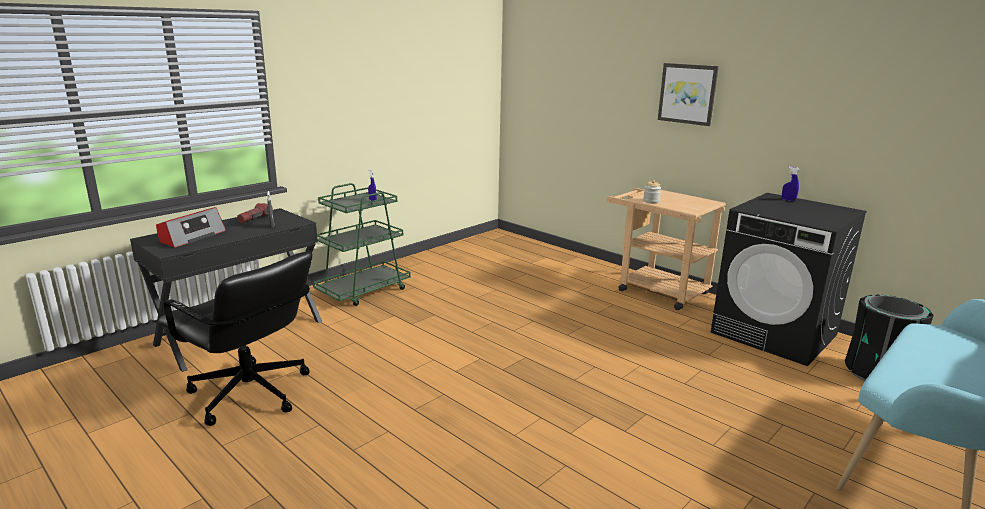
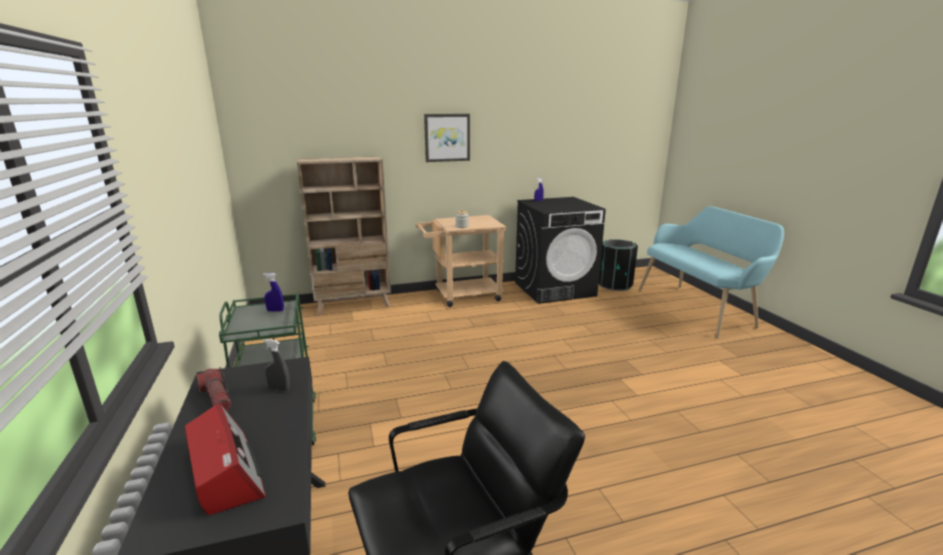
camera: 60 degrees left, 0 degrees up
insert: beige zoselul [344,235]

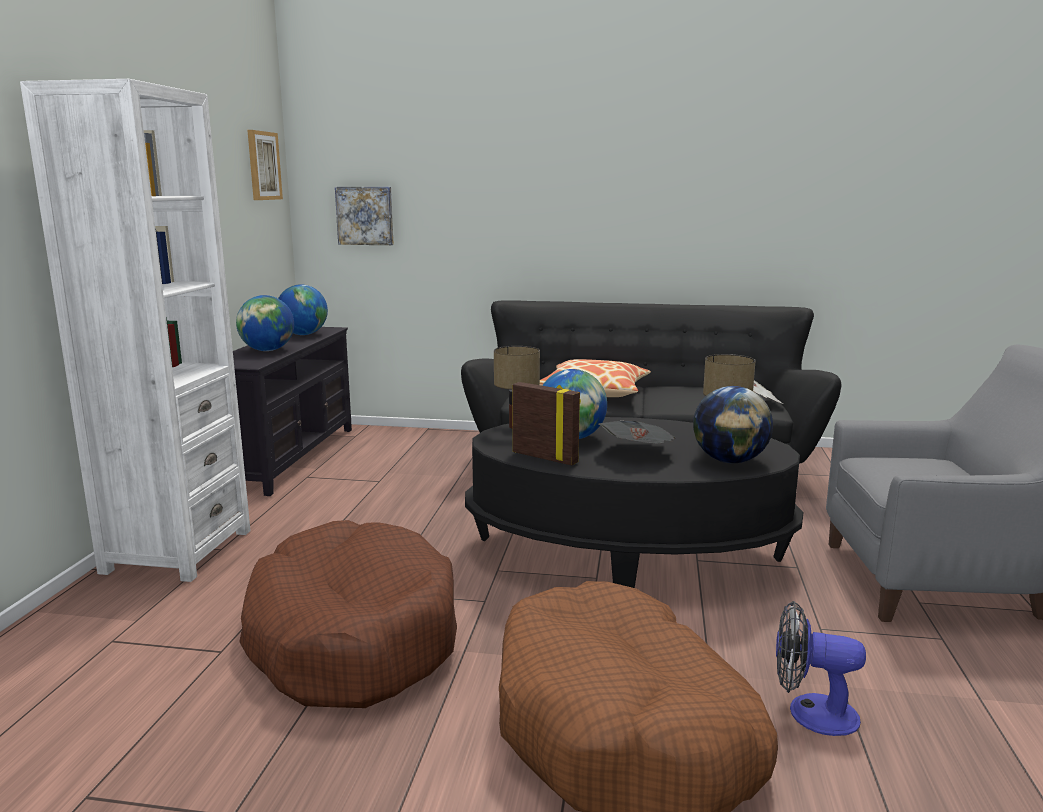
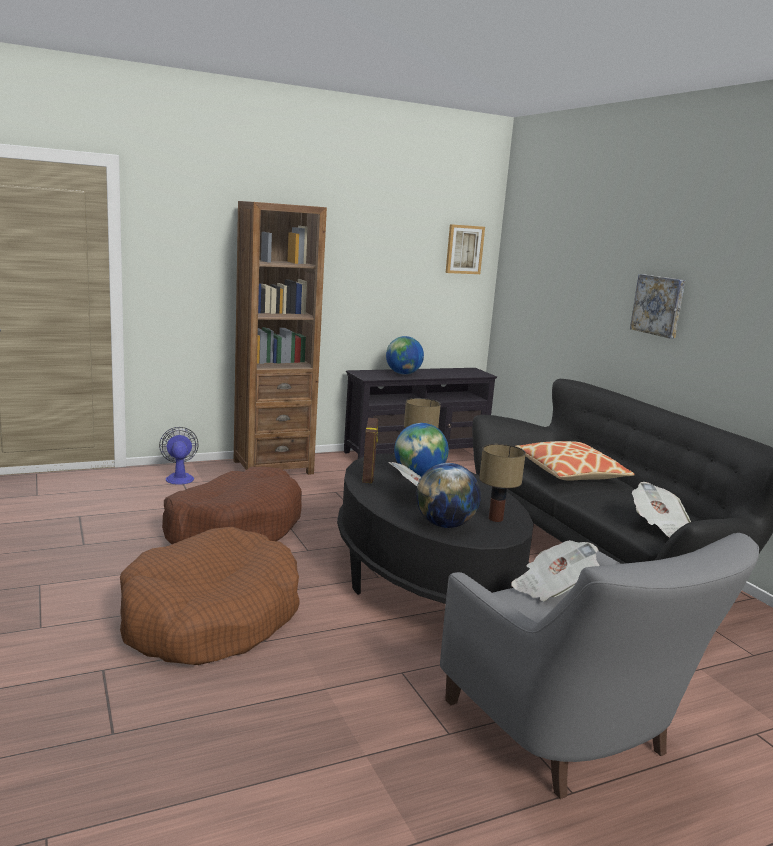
camera: 55 degrees right, 0 degrees up
delete: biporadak [303,309]
insert: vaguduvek [555,570]
move: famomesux [821,668] to [179,456]; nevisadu [364,216] to [657,306]
recolor: white zoselul [135,330] to brown zoselul [280,338]

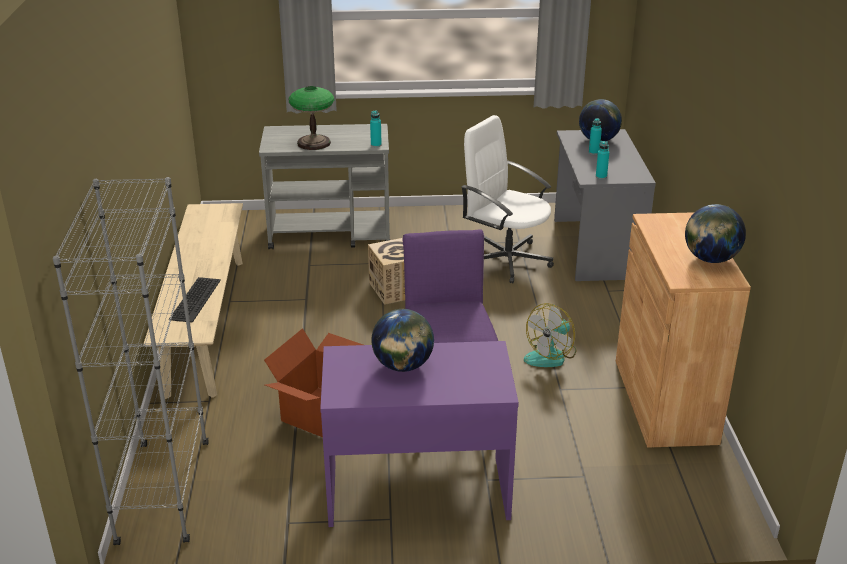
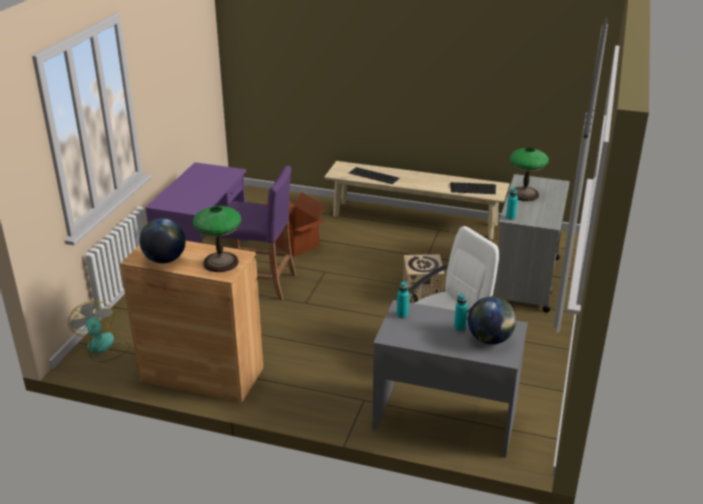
camera: 110 degrees right, 0 degrees up
delete: grey zoselul [131,361]; biporadak [402,340]
insert: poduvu [217,239]; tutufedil [473,188]
move: famomesux [550,335] to [99,332]

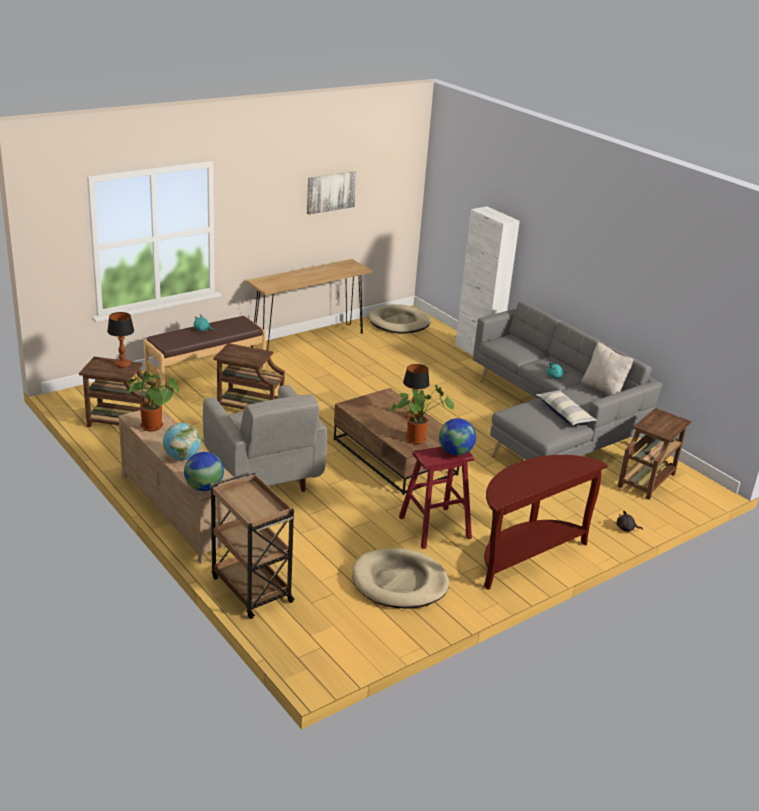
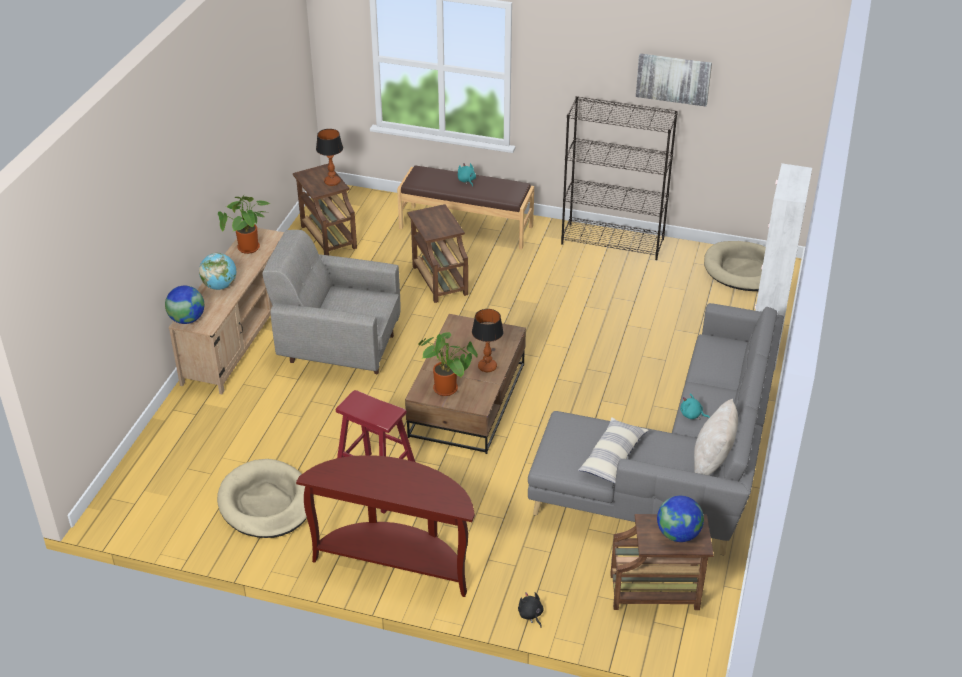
camera: 55 degrees right, 10 degrees up
delete: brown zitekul [252,546]
move: biporadak [457,437] to [680,519]
replace: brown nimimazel [309,305] to black zoselul [619,178]
rotate: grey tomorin [265,438] = [331,302] 75 degrees clockwise

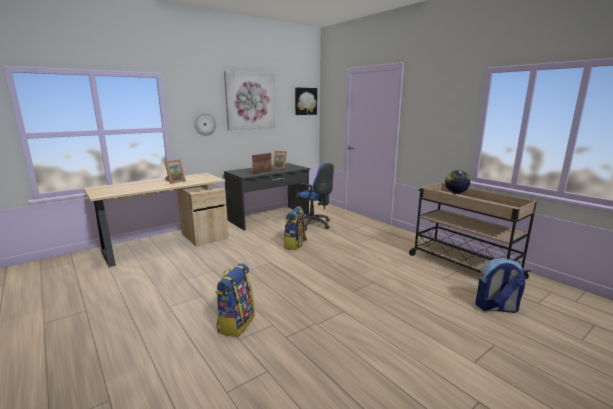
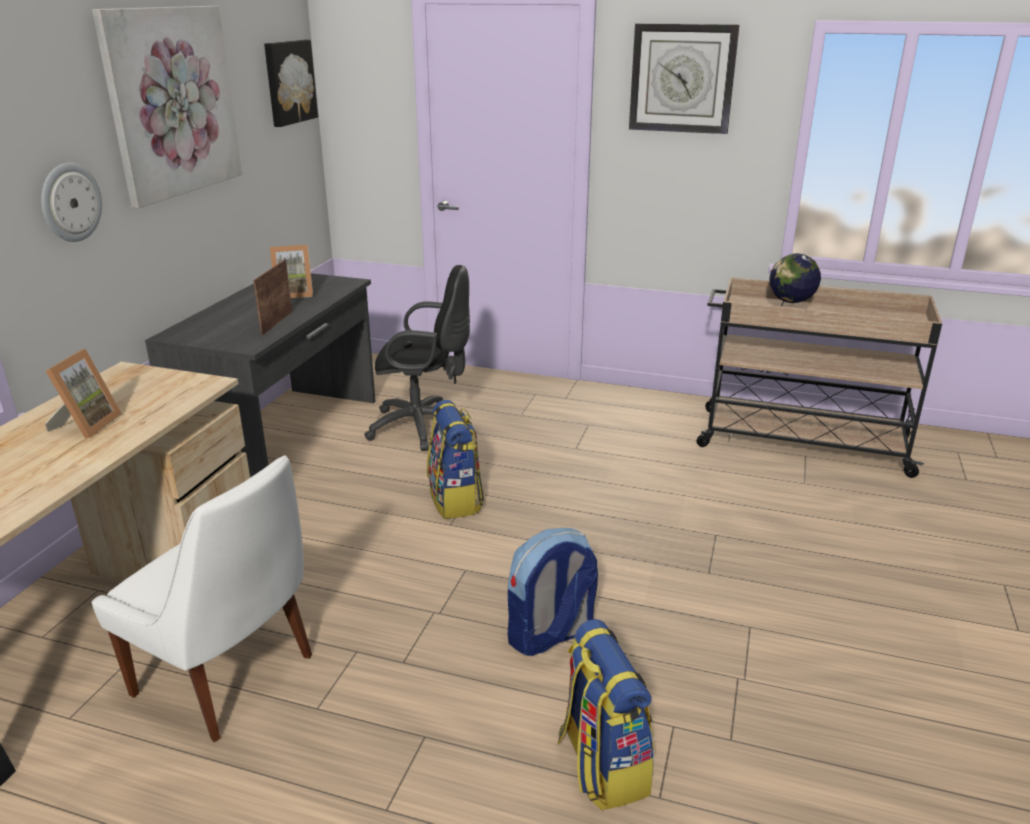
camera: 35 degrees left, 10 degrees up
insert: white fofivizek [202,598]; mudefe [684,78]
move: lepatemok [500,285] to [553,592]
recolor: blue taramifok [315,197] to black taramifok [418,358]

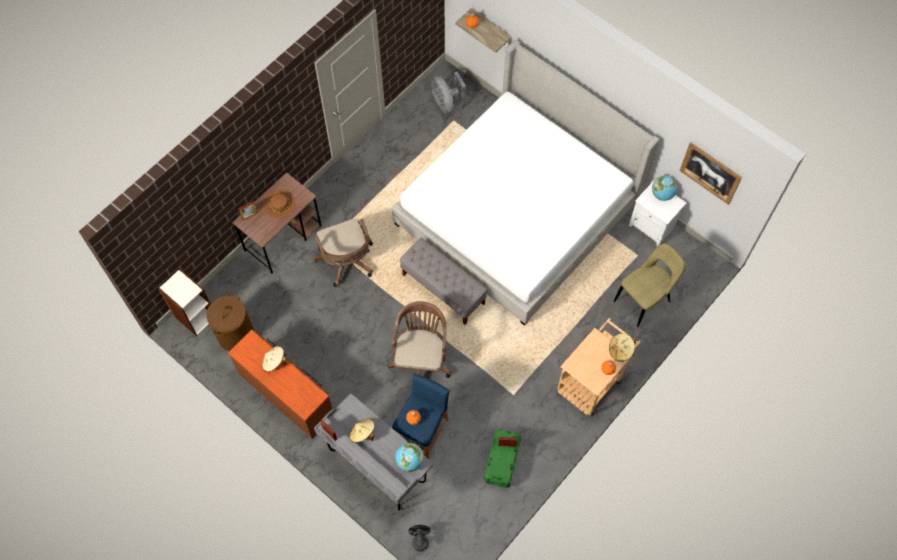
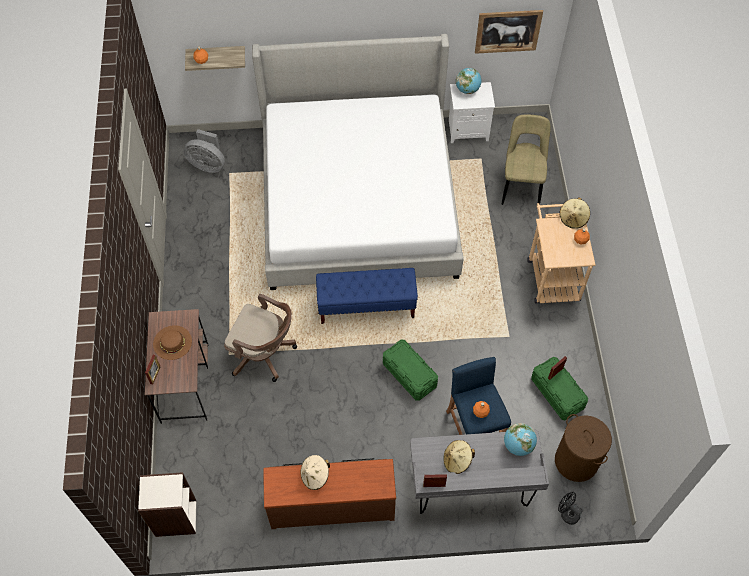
camera: 45 degrees left, 5 degrees down
move: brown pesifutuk [230,322] to [583,448]
replace: brown taramifok [419,339] to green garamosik [410,370]
recolor: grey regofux [443,281] to blue regofux [367,296]

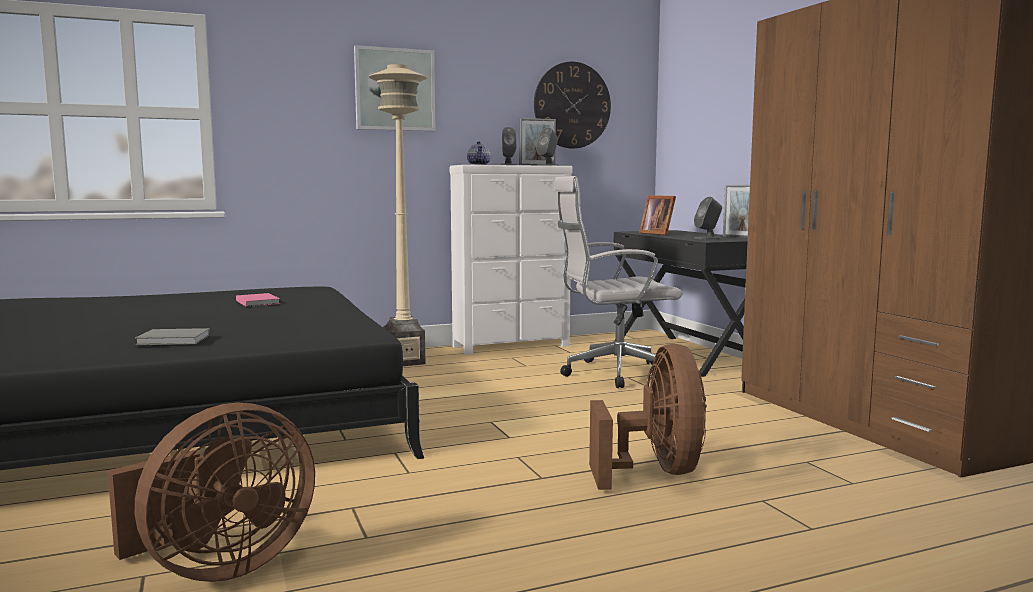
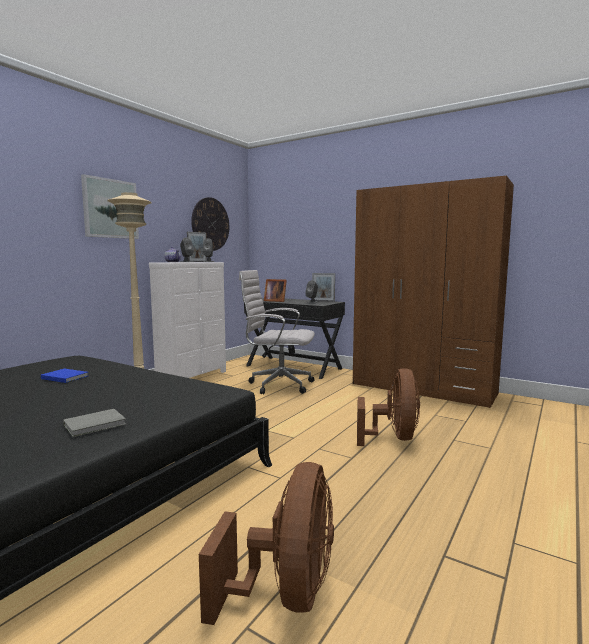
camera: 35 degrees left, 0 degrees up
recolor: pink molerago [258,300] to blue molerago [64,376]
rotate: white taramifok [618,282] = [277,332] 60 degrees clockwise; brown famomesux [648,417] = [388,407] 45 degrees clockwise

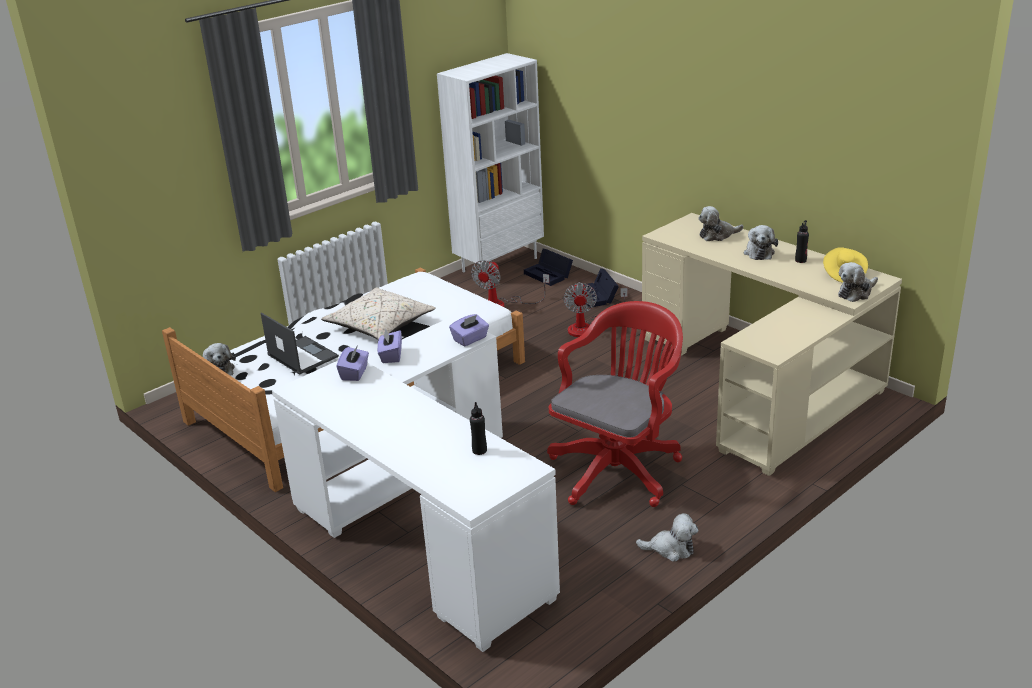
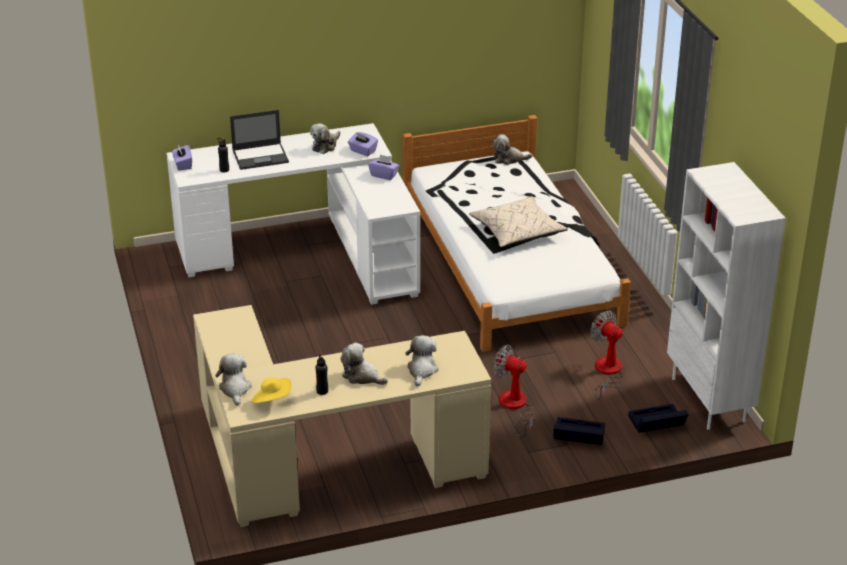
camera: 115 degrees right, 5 degrees up
delete: red taramifok [615,404]
move: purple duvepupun [469,330] to [182,157]; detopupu [300,344] to [259,140]; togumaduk [667,537] to [325,138]

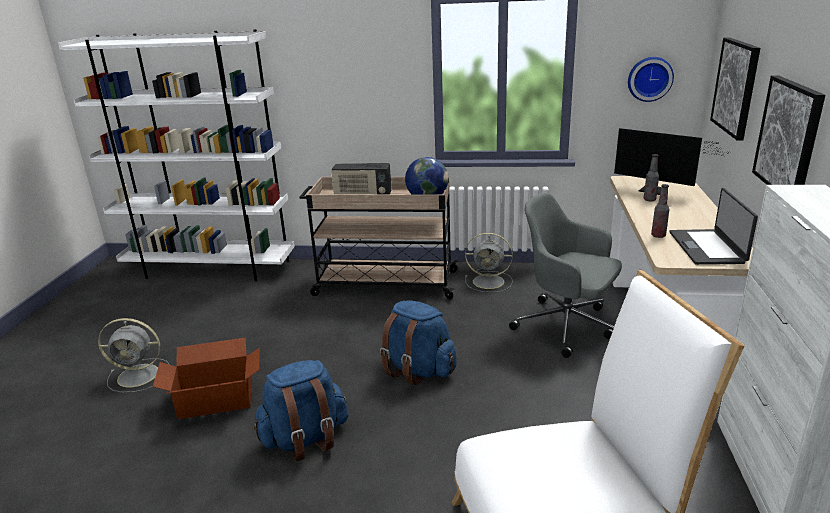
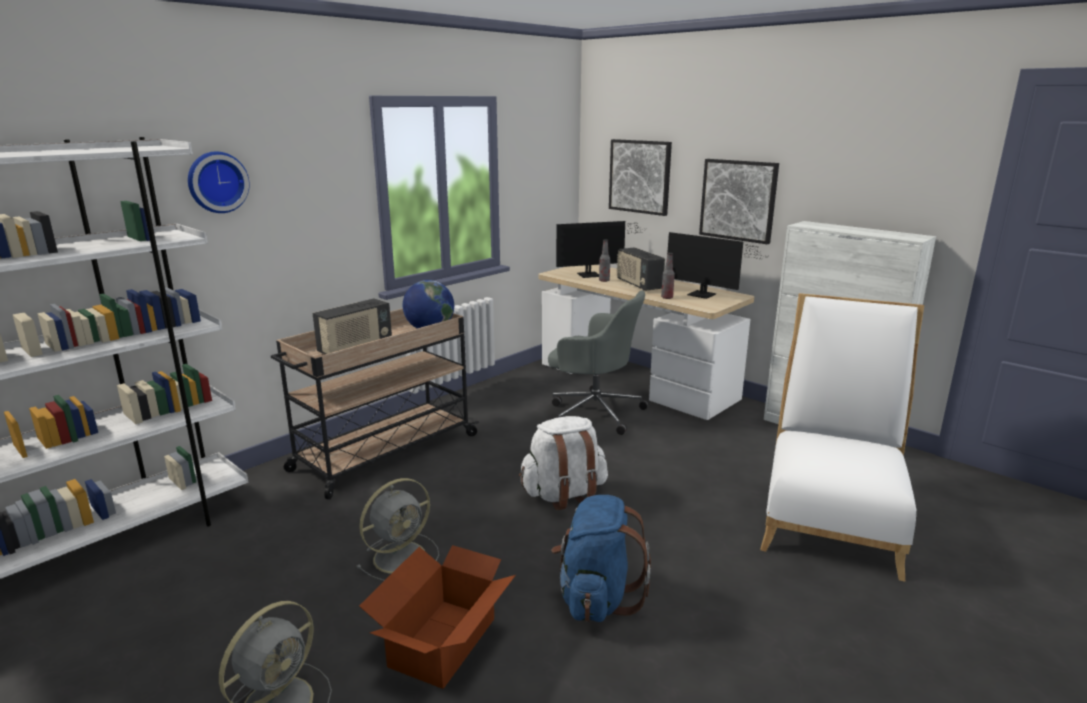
camera: 55 degrees left, 5 degrees down
insert: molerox [641,269]
move: mudefe [651,79] to [218,182]; grey famomesux [489,262] to [398,529]
replace: detopupu [714,226] to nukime [718,265]
recolor: blue lepatemok [418,342] to white lepatemok [563,463]
rotate: grey taramifok [565,275] = [598,362] 135 degrees counterclockwise

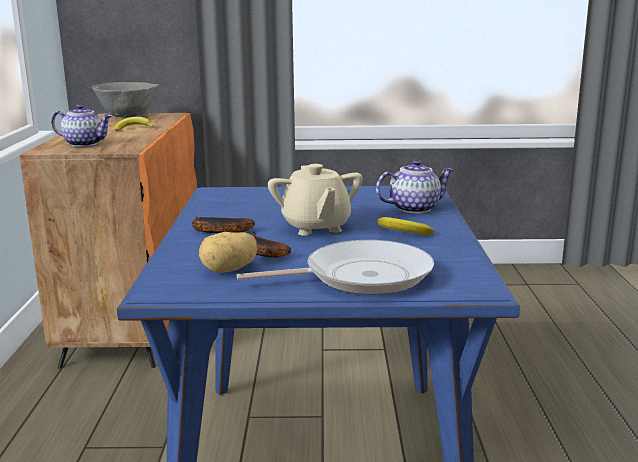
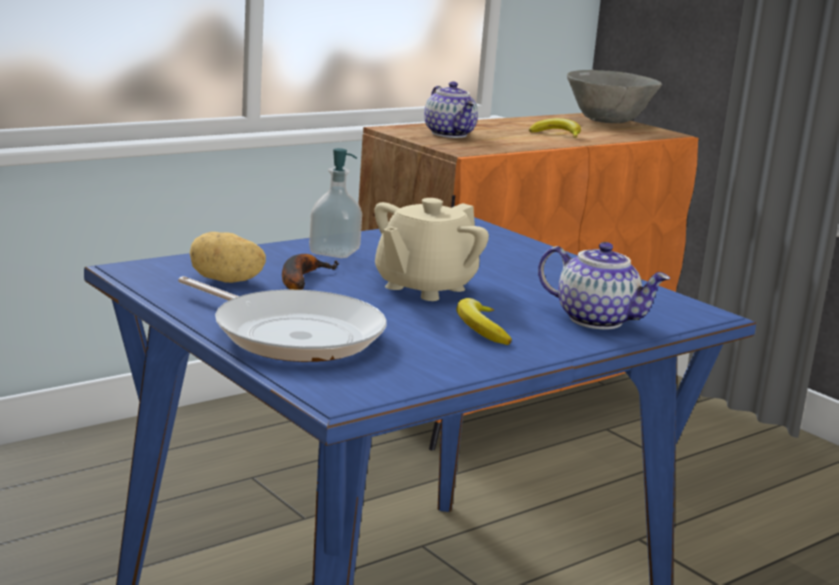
camera: 50 degrees right, 0 degrees up
replace: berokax [223,225] to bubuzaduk [335,203]

